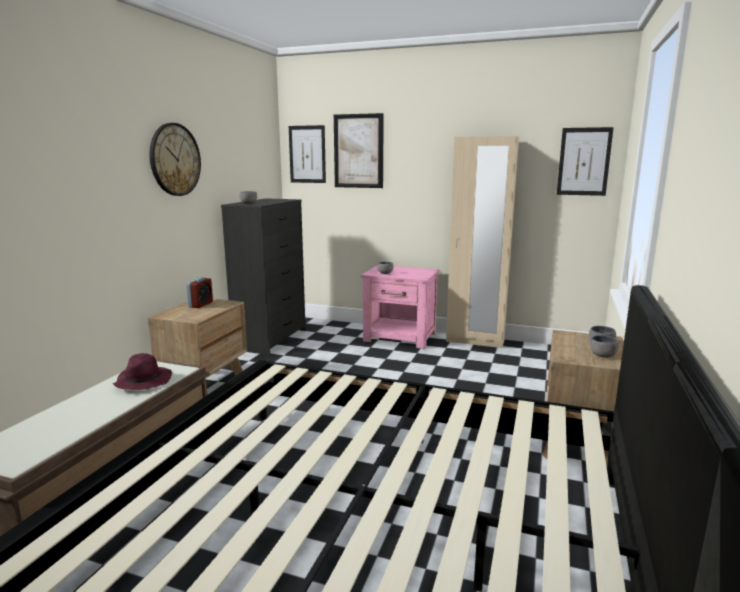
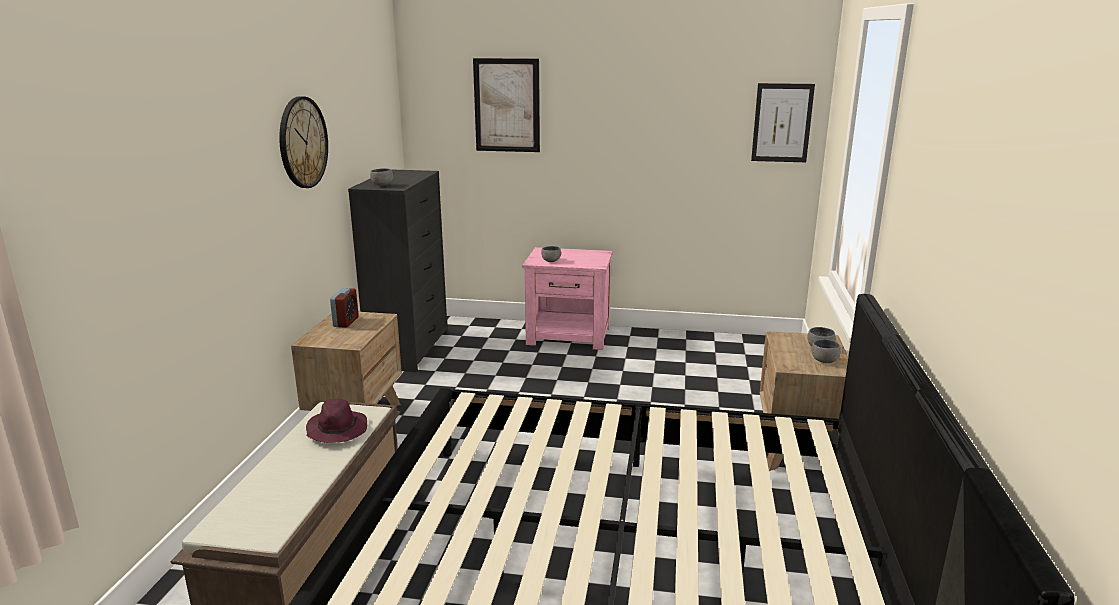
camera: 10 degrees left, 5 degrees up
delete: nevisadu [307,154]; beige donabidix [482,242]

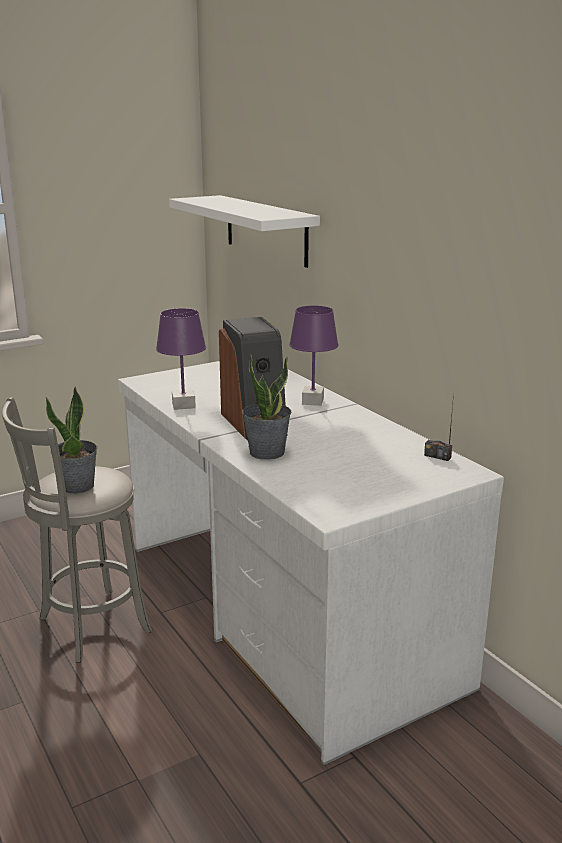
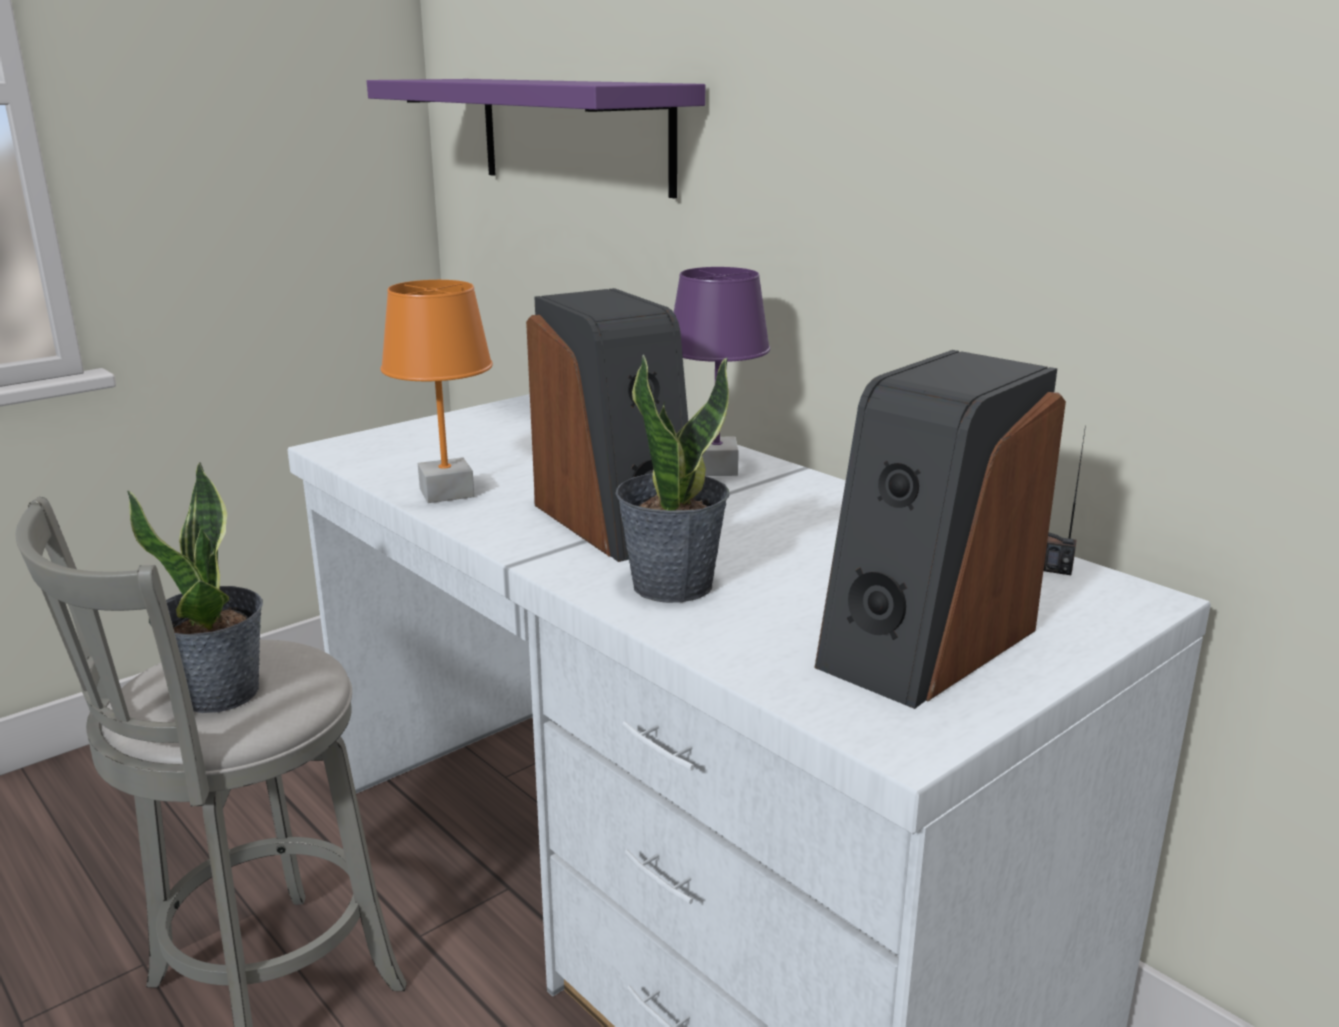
camera: 10 degrees left, 0 degrees up
insert: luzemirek [940,529]
recolor: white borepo [244,231] to purple borepo [536,138]; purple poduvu [181,359] to orange poduvu [436,391]

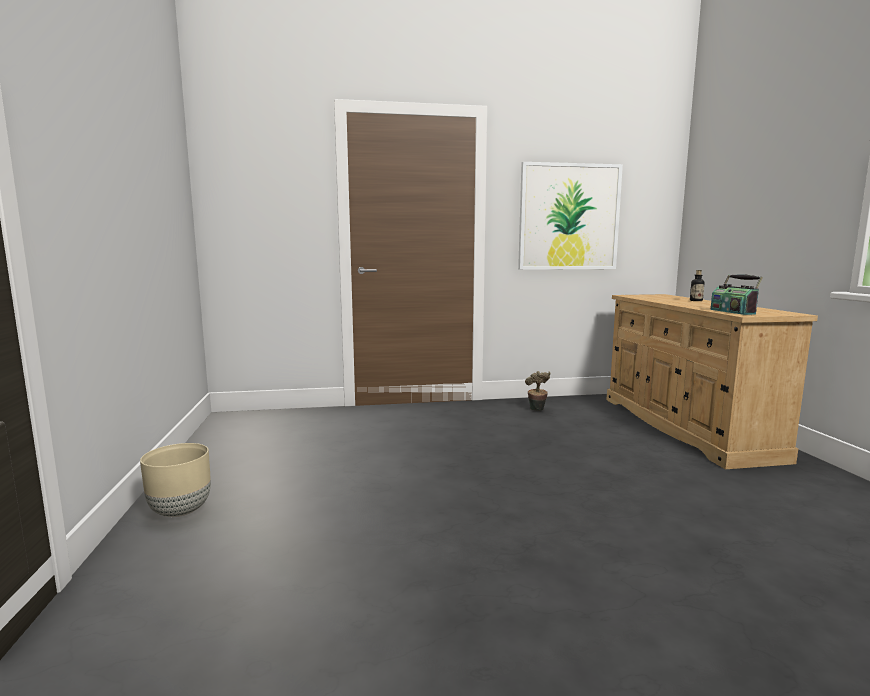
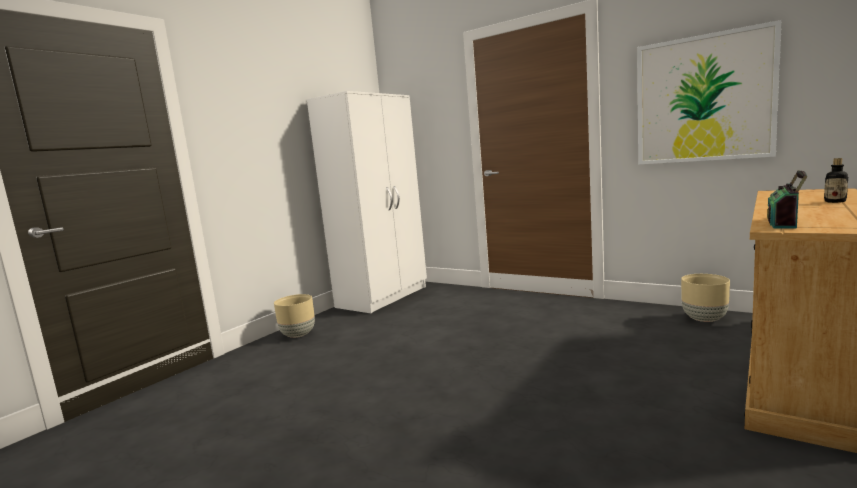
camera: 45 degrees right, 0 degrees up
delete: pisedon [538,391]
insert: white donabidix [367,202]; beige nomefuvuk [705,298]

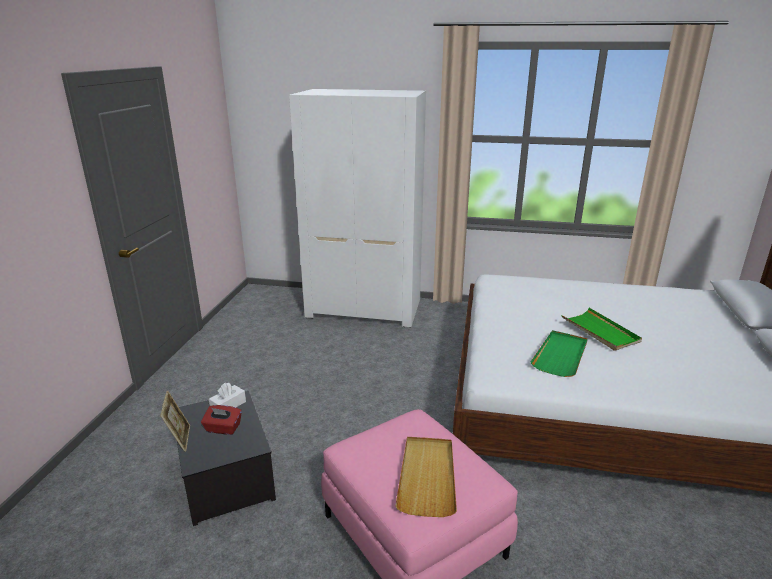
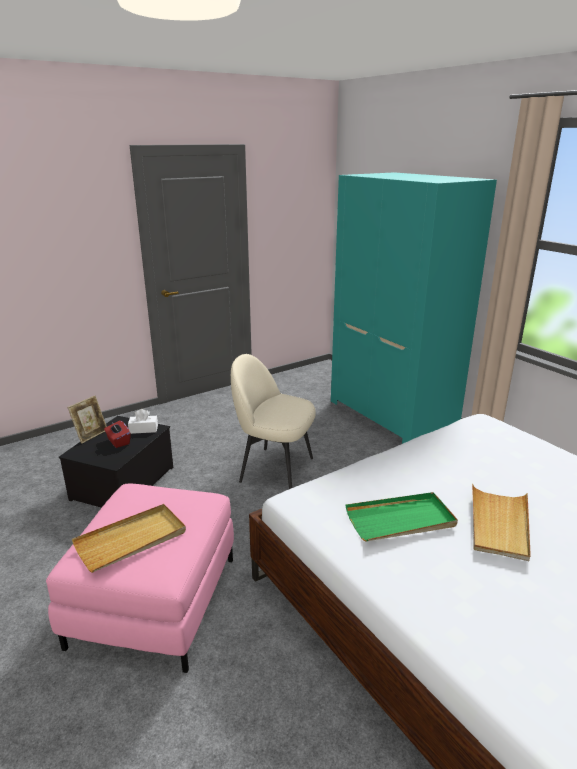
camera: 45 degrees right, 0 degrees up
insert: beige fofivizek [273,421]
recolor: white donabidix [357,208] to turquoise donabidix [414,308]; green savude [601,329] to beige savude [501,522]

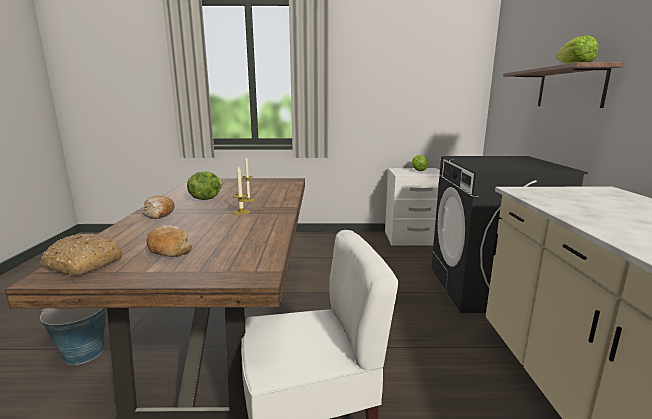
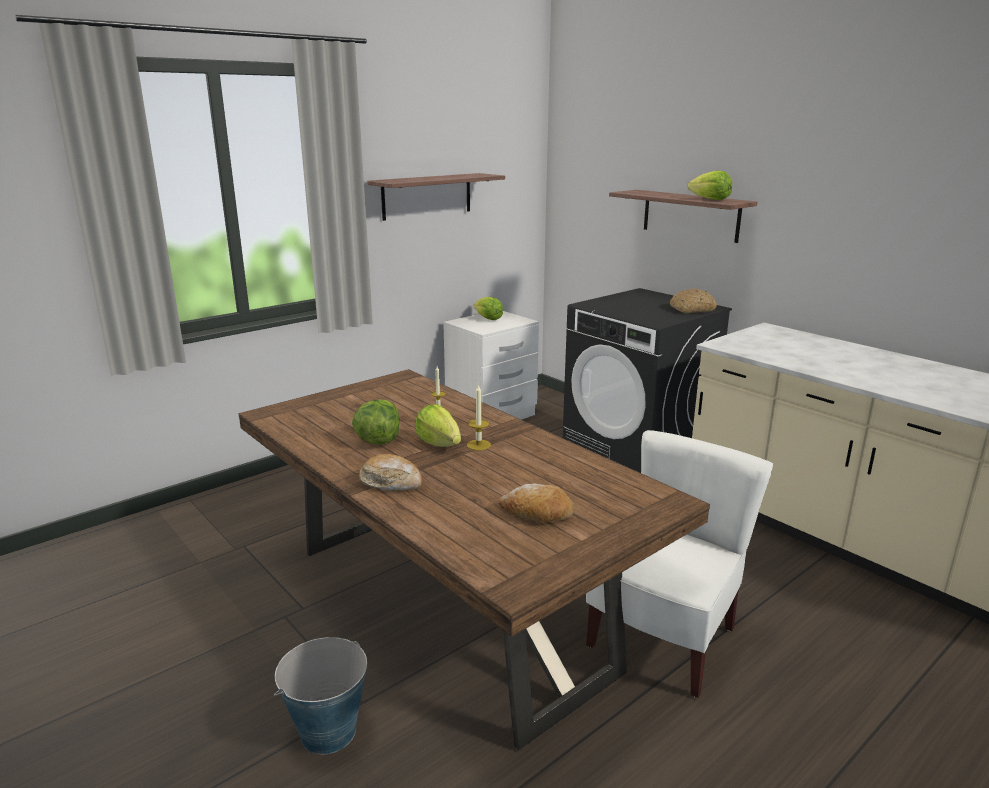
camera: 40 degrees left, 5 degrees up
insert: borepo [436,197]; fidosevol [438,426]
move: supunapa [81,255] to [693,300]

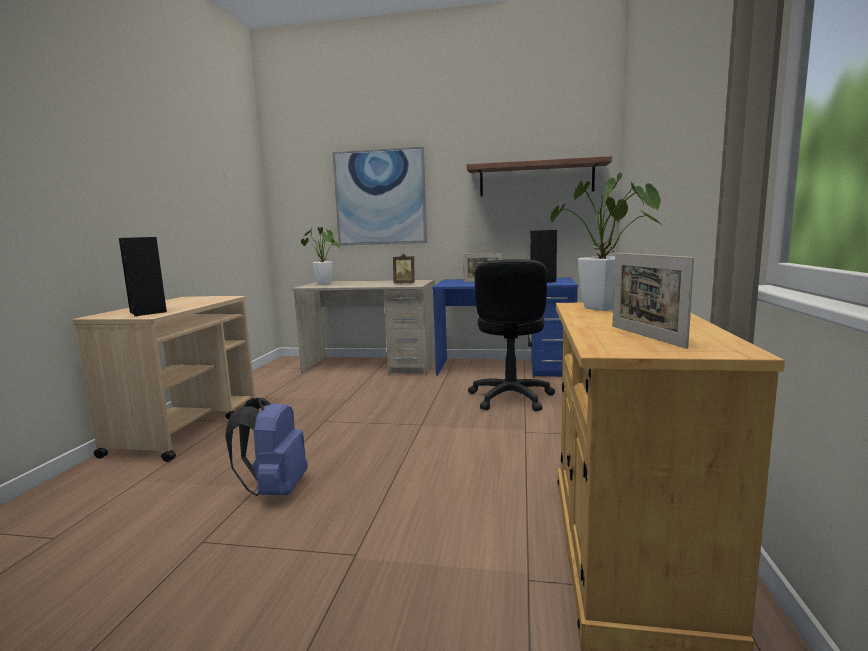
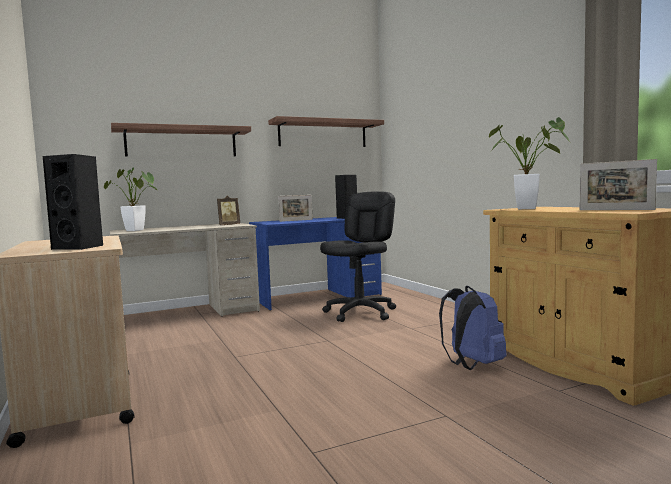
camera: 35 degrees left, 5 degrees down
move: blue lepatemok [266,447] to [473,327]
replace: nevisadu [379,196] to borepo [181,140]
rotate: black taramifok [511,335] = [358,256] 120 degrees counterclockwise

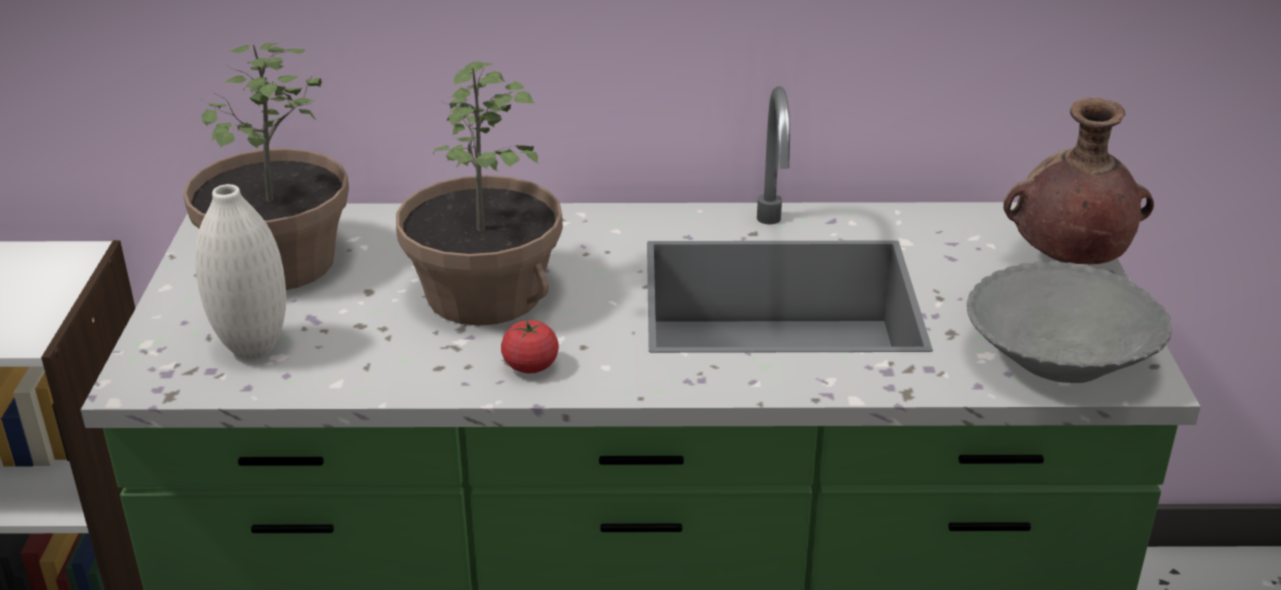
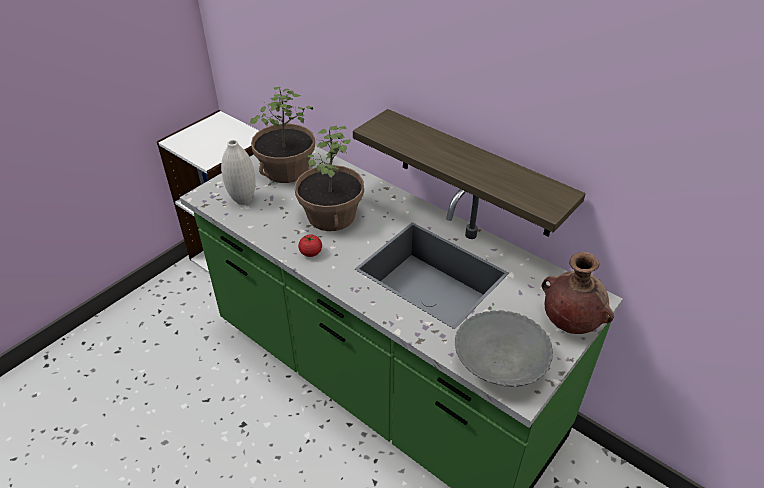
camera: 40 degrees right, 10 degrees up
insert: borepo [469,172]

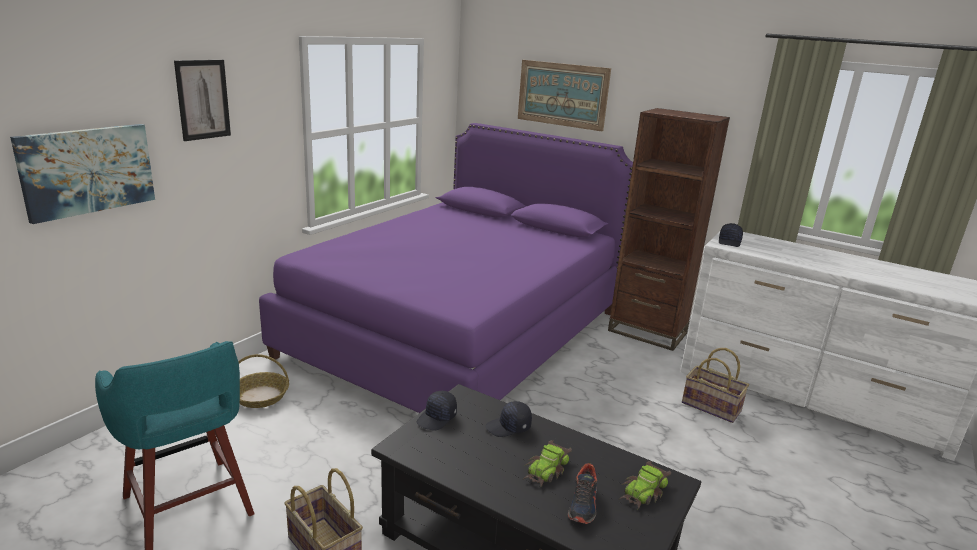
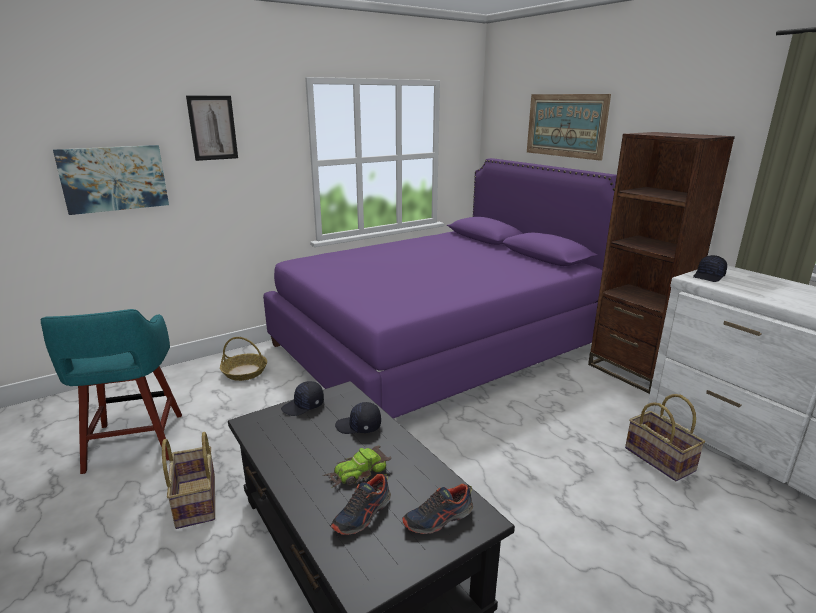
camera: 25 degrees right, 0 degrees up
replace: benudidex [645,485] to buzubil [437,508]

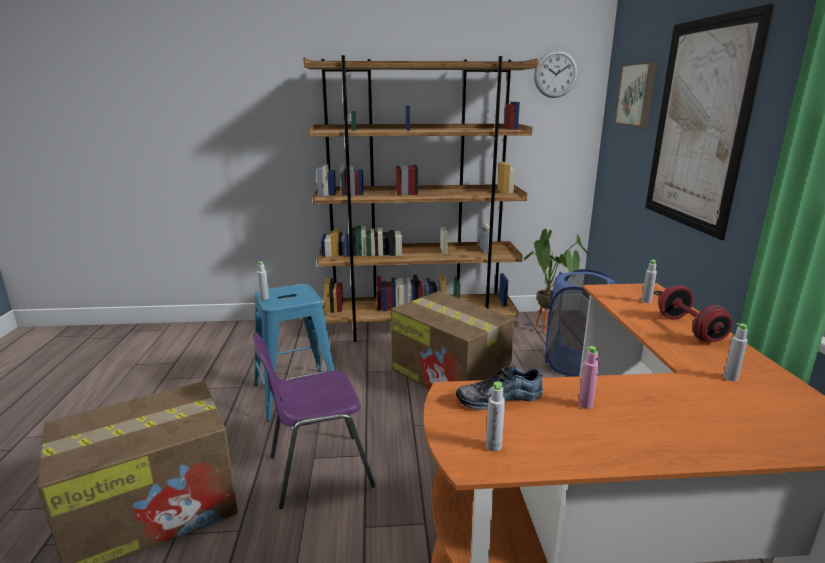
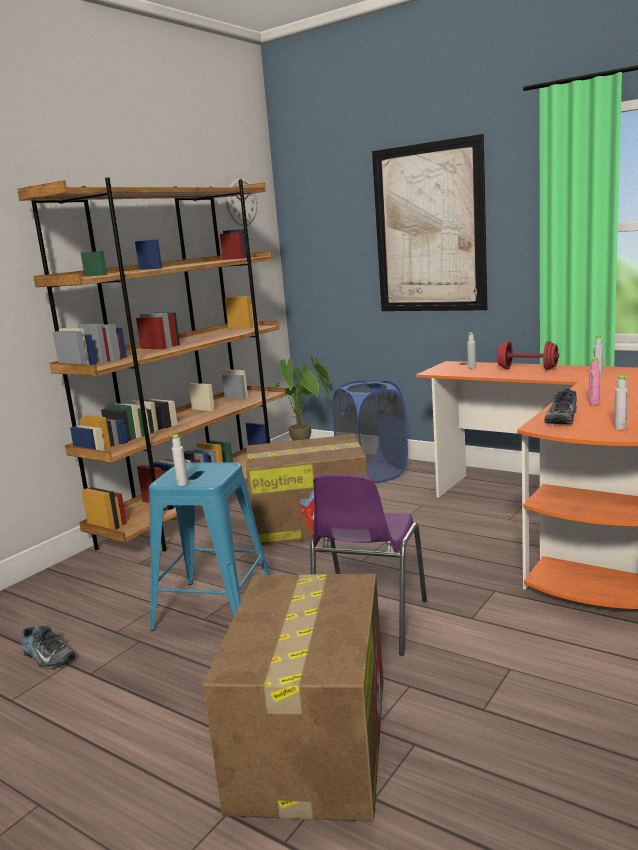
camera: 50 degrees left, 5 degrees down
delete: nevisadu [635,94]
insert: buzubil [48,647]

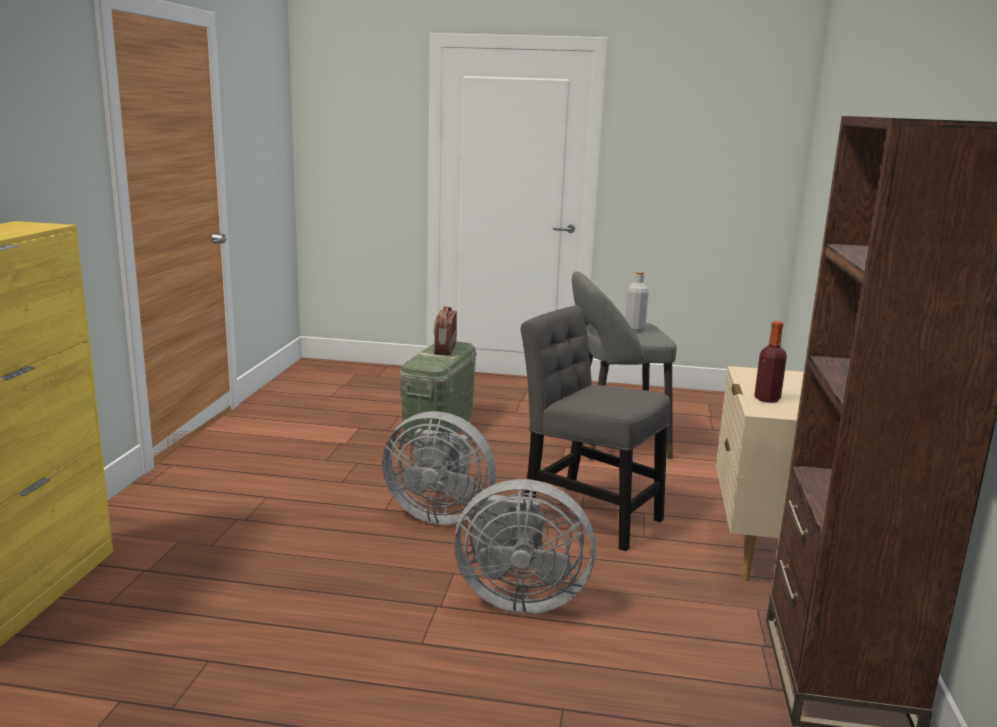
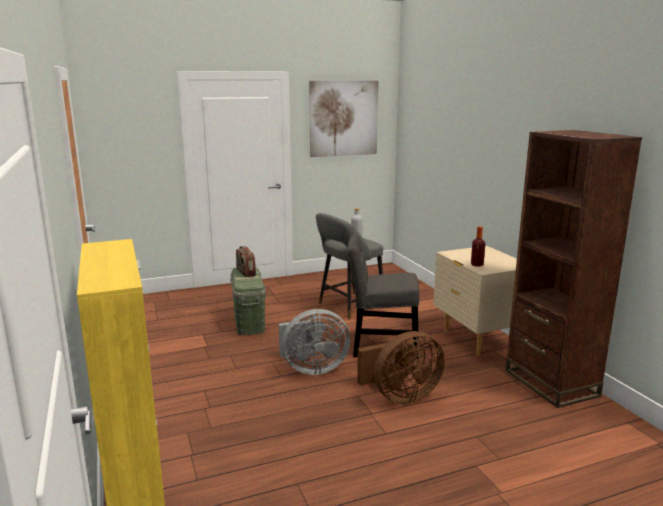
camera: 30 degrees left, 0 degrees up
insert: nevisadu [344,119]
recolor: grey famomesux [525,546] to brown famomesux [401,367]

